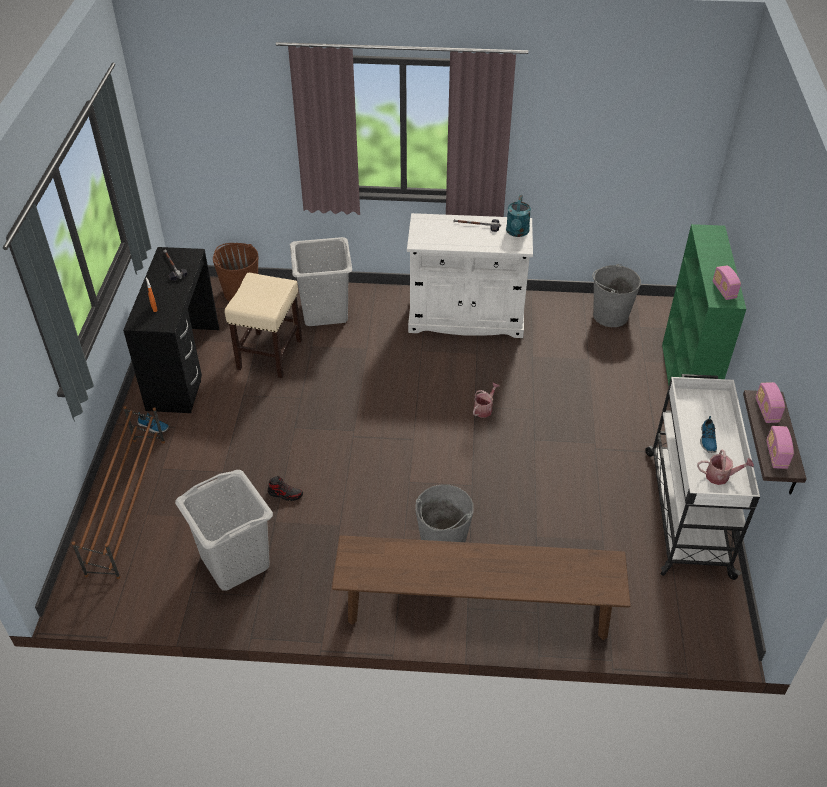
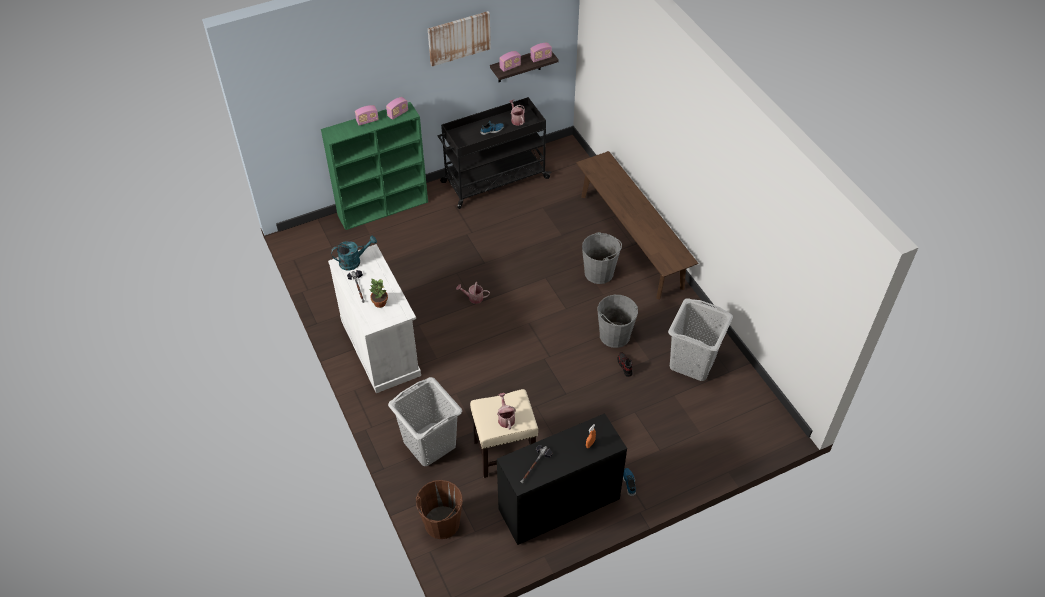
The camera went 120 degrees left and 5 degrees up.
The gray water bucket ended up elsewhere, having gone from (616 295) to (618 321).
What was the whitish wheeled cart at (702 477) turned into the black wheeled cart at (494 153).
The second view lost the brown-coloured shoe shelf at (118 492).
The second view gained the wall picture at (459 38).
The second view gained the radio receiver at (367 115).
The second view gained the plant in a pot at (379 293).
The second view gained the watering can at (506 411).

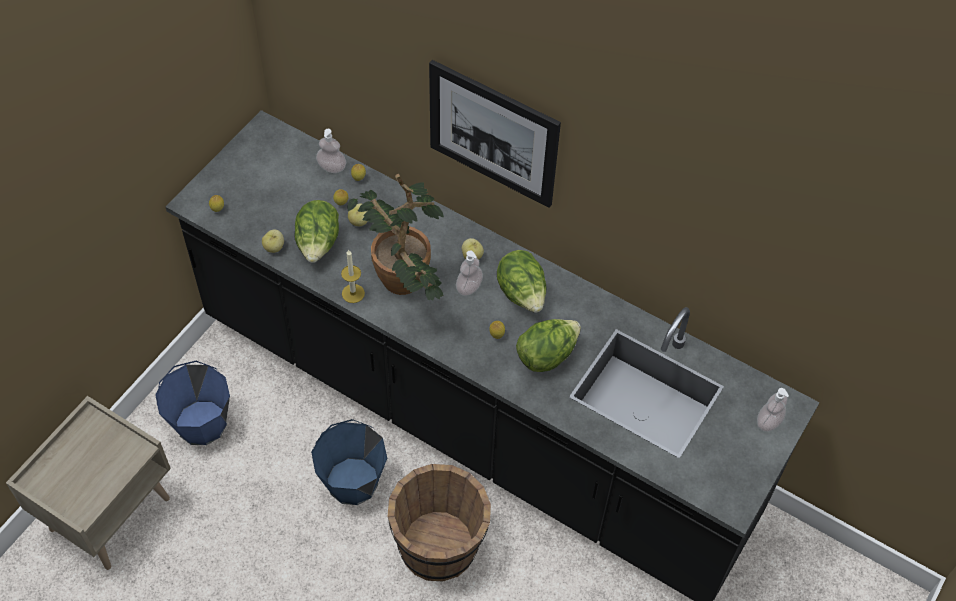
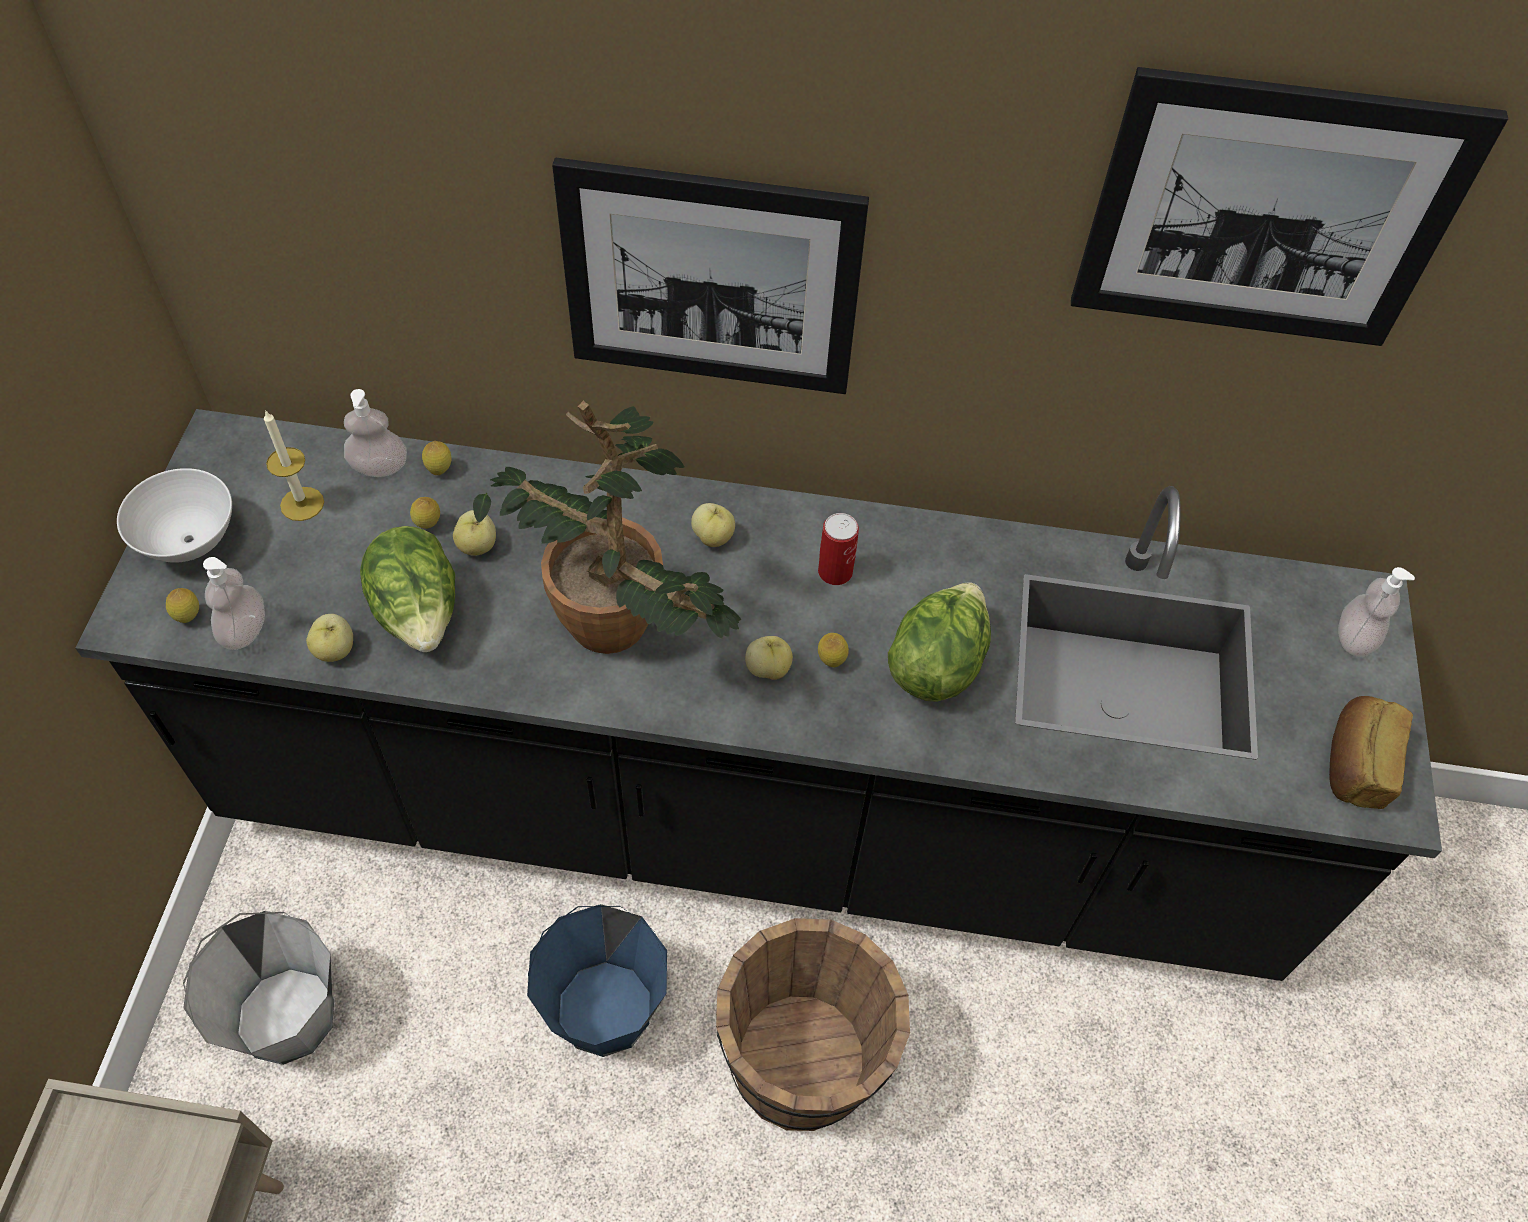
The camera went 25 degrees left and 0 degrees up.
The wax light ended up elsewhere, having gone from (353 276) to (294 465).
Where the lettuce stood at (522 281), the can came to stand at (838 549).
The soap dispenser ended up elsewhere, having gone from (469 273) to (234 603).
What was the blue-coloured water bucket at (192 403) turned into the gray water bucket at (258 988).
The second view gained the wall picture at (1289 206).
The second view gained the whitish deep dish at (174 515).
The second view gained the apple fruit at (769 658).
The second view gained the bread at (1371 752).

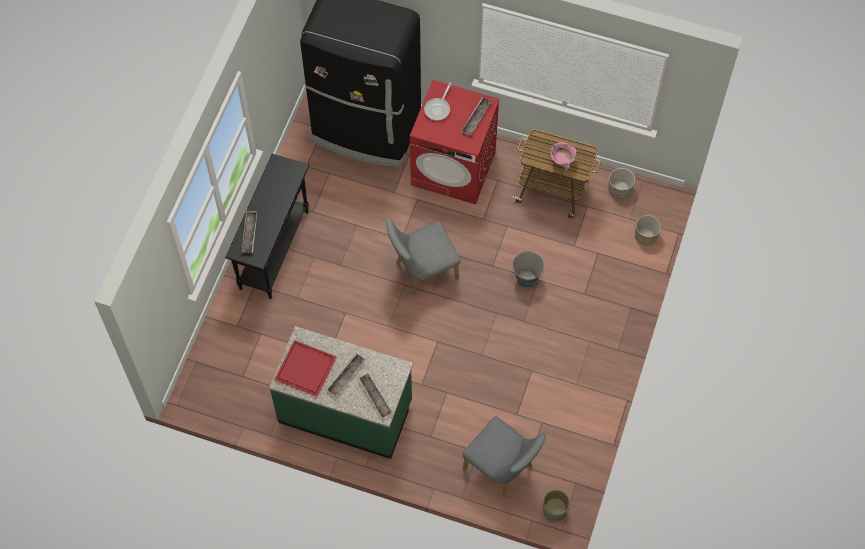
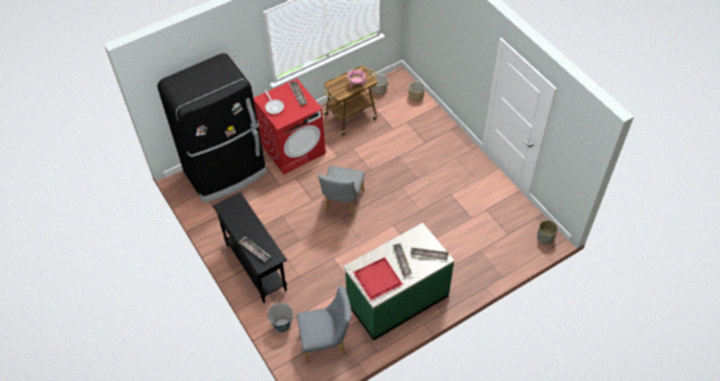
The camera went 50 degrees left and 10 degrees down.
The water bucket ended up elsewhere, having gone from (527 269) to (280 317).
The gray upright chair ended up elsewhere, having gone from (504 457) to (324 324).

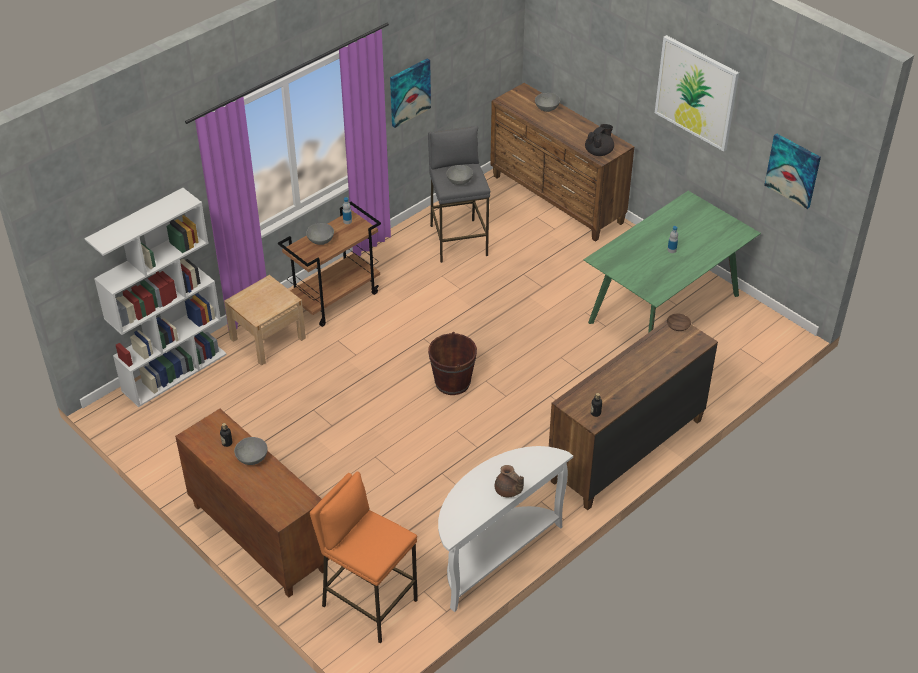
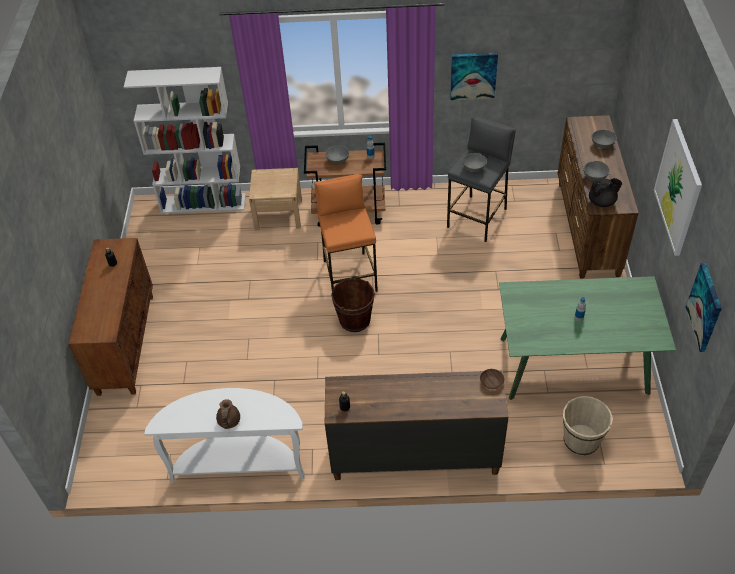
The camera went 45 degrees right and 5 degrees up.
The gray deep dish ended up elsewhere, having gone from (251 451) to (597 171).
The orange sitting stool ended up elsewhere, having gone from (364 558) to (346 233).
The second view gained the beige water bucket at (587 426).

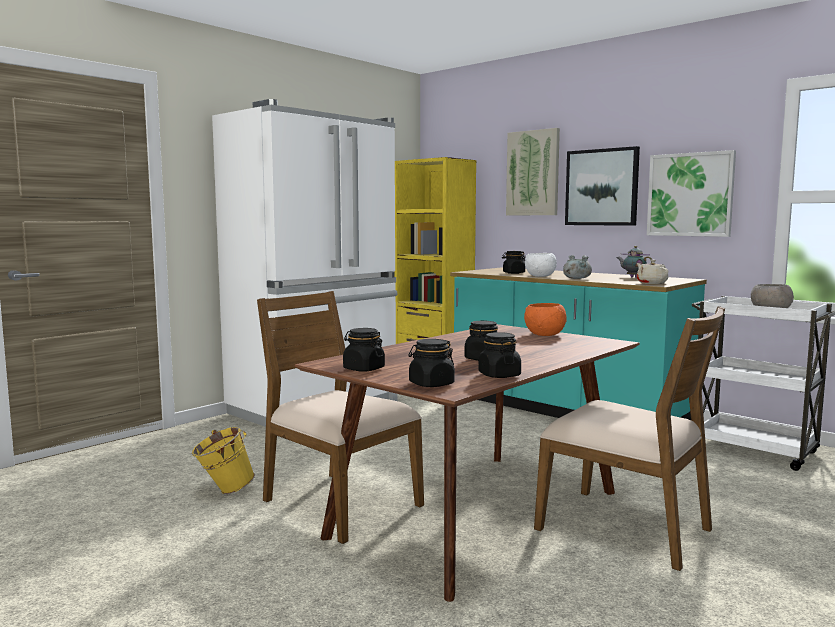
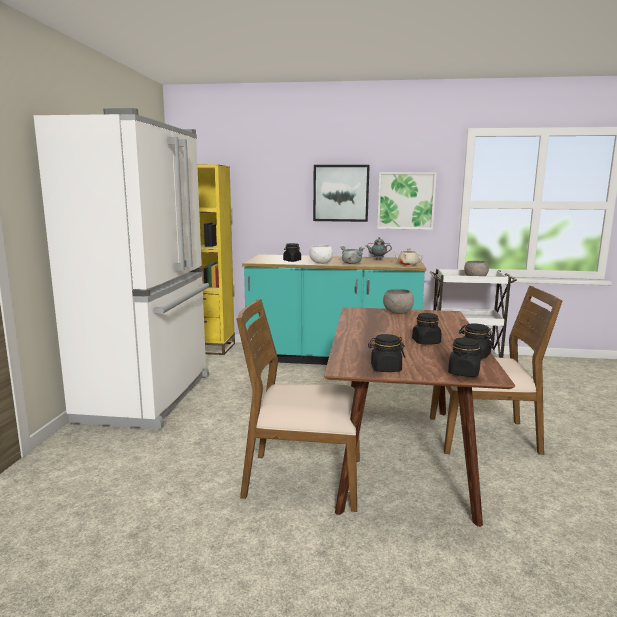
The camera went 35 degrees left and 5 degrees up.
The second view lost the wall picture at (533 171).
What was the orange deep dish at (545 319) turned into the gray deep dish at (398 301).
The second view lost the yellow-coloured water bucket at (223 460).

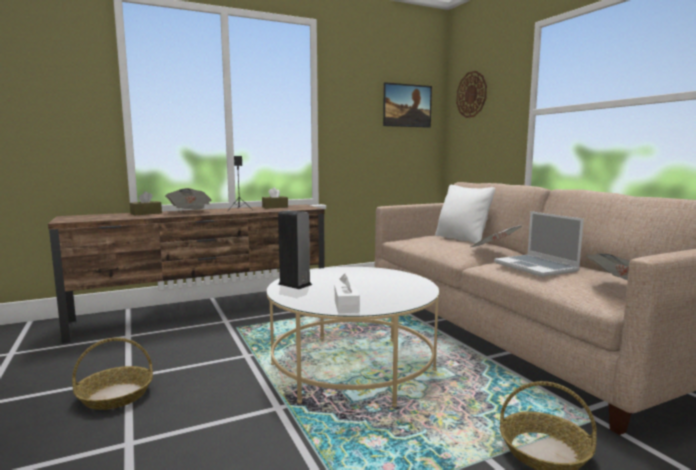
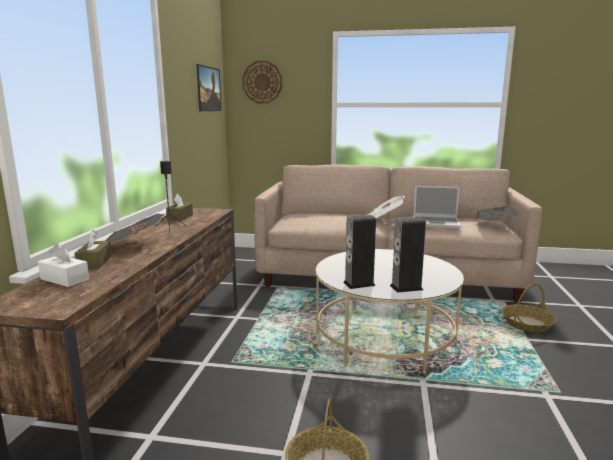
The camera went 55 degrees left and 5 degrees up.
The second view lost the whitish cushion at (465 214).
The whitish tissue box ended up elsewhere, having gone from (347 293) to (63 265).
The second view gained the speaker at (408 255).

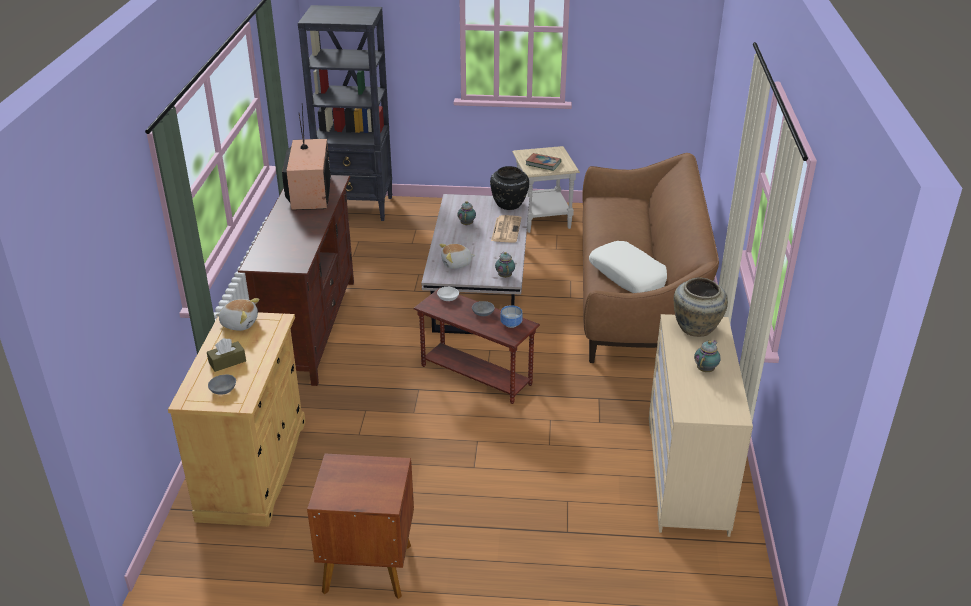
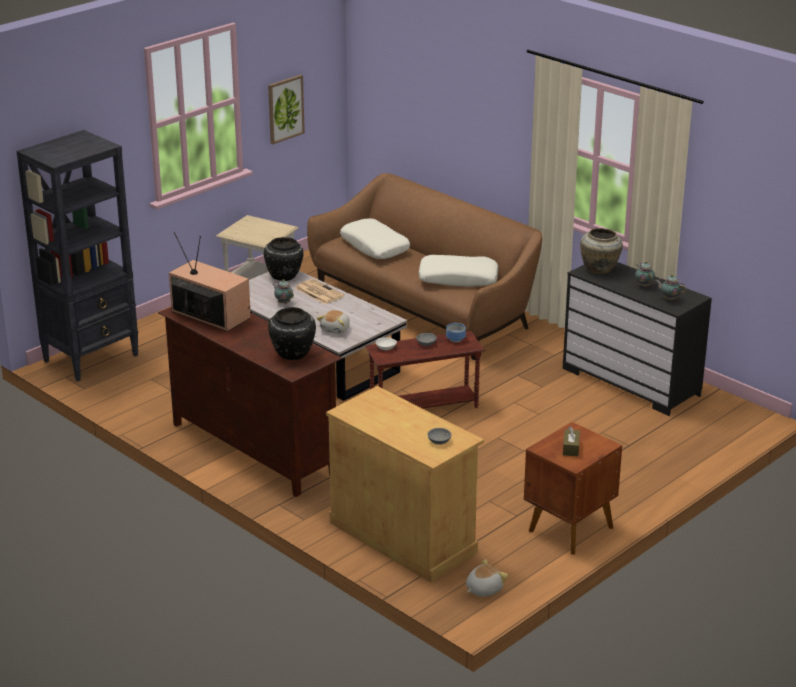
The camera went 50 degrees left and 5 degrees down.
The second view lost the bound book at (543 162).
The tea pot ended up elsewhere, having gone from (505 265) to (670 287).
The plush toy ended up elsewhere, having gone from (238 314) to (487 578).
What was the beige drawer chest at (701 425) turned into the black drawer chest at (637 339).
The brown-coloured tissue box ended up elsewhere, having gone from (226 355) to (571 441).
The second view gained the wall picture at (286 109).
The second view gained the whitish cushion at (375 239).
The second view gained the black decorative vase at (292 333).

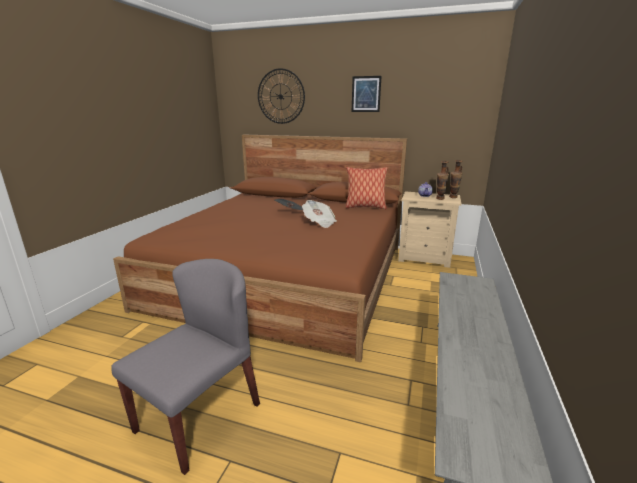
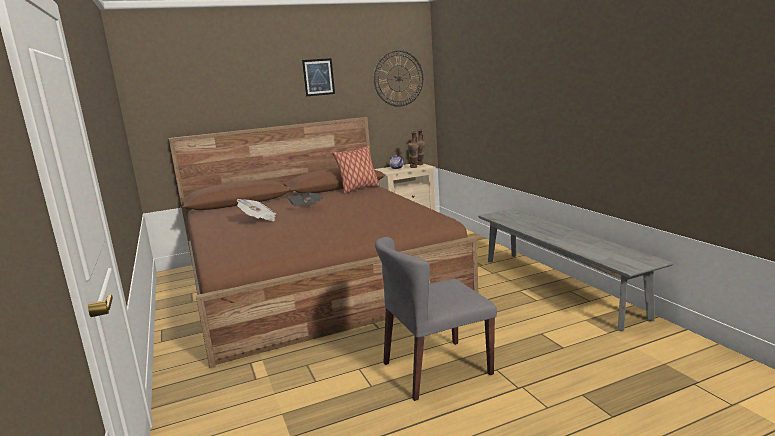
The camera went 40 degrees left and 5 degrees down.
The wall clock ended up elsewhere, having gone from (281 96) to (398 78).
The daily paper ended up elsewhere, having gone from (319 214) to (256 210).
The gray upright chair at (185 367) ended up facing another way, 105 degrees counterclockwise from before.

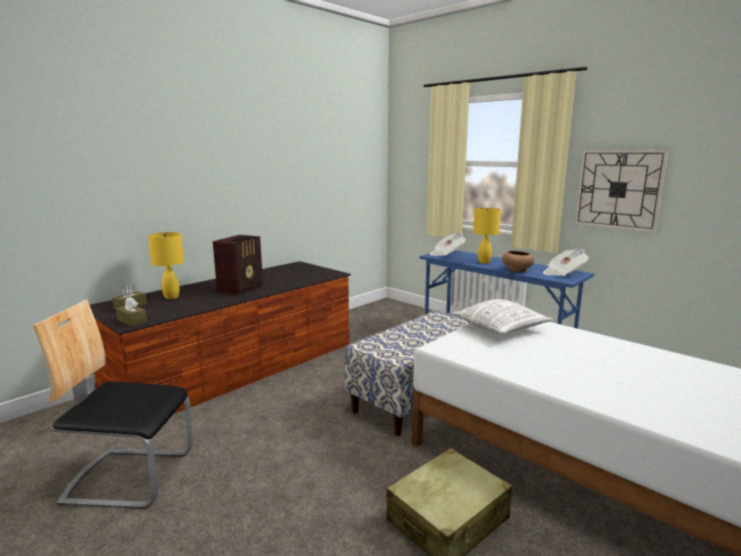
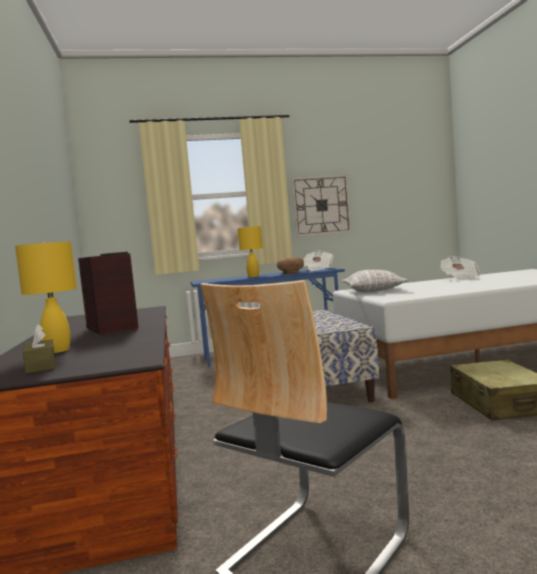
The camera went 55 degrees left and 10 degrees down.
The daily paper ended up elsewhere, having gone from (448 244) to (460 268).
The second view lost the brown-coloured tissue box at (131 311).

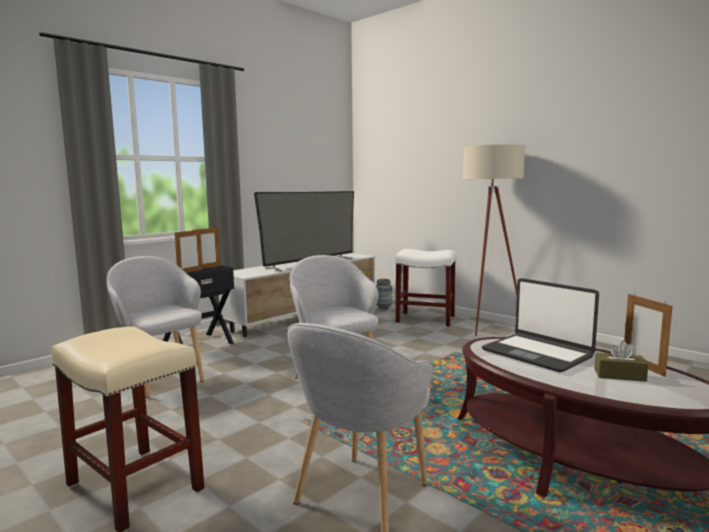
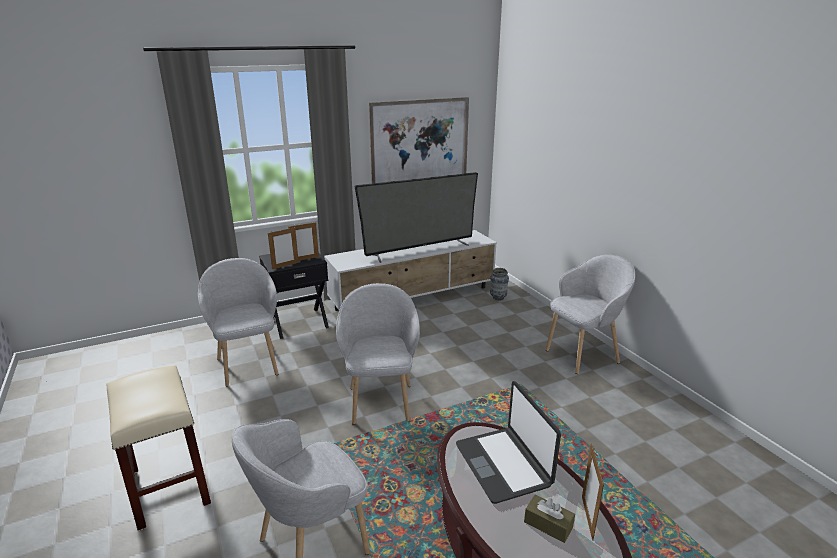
The camera went 20 degrees right and 15 degrees up.
Where the beige standing lamp stood at (494 240), the gray armchair came to stand at (591 314).
The second view lost the whitish sitting stool at (425 288).
The second view gained the wall picture at (419 140).

